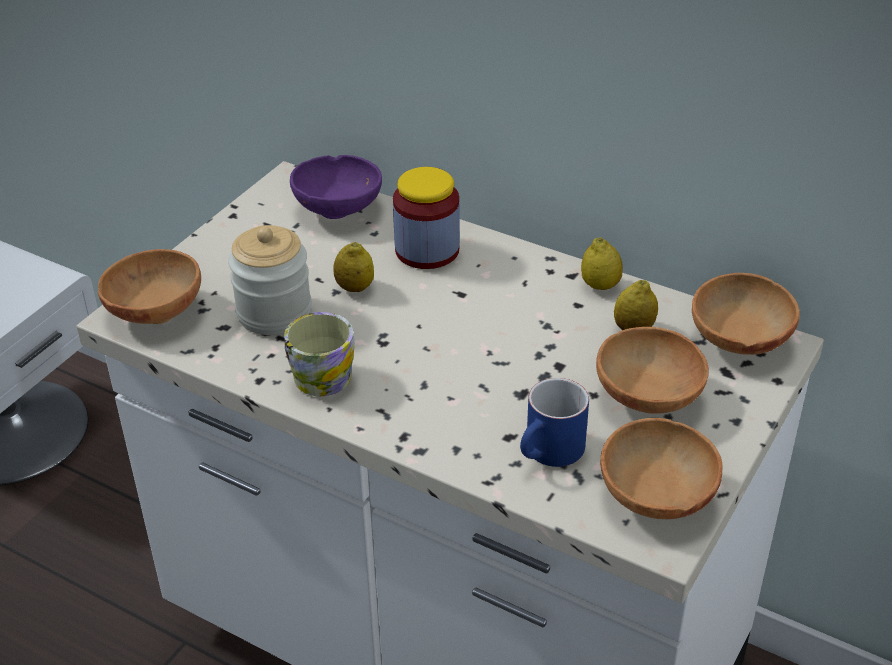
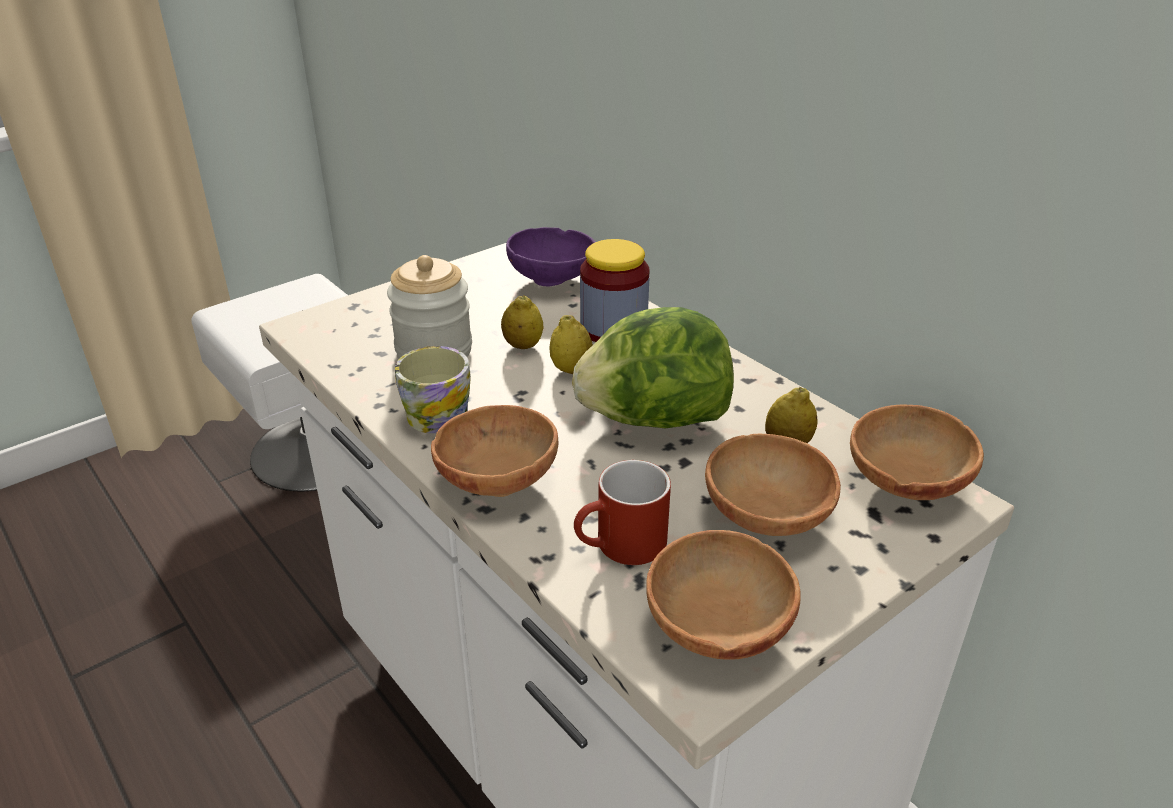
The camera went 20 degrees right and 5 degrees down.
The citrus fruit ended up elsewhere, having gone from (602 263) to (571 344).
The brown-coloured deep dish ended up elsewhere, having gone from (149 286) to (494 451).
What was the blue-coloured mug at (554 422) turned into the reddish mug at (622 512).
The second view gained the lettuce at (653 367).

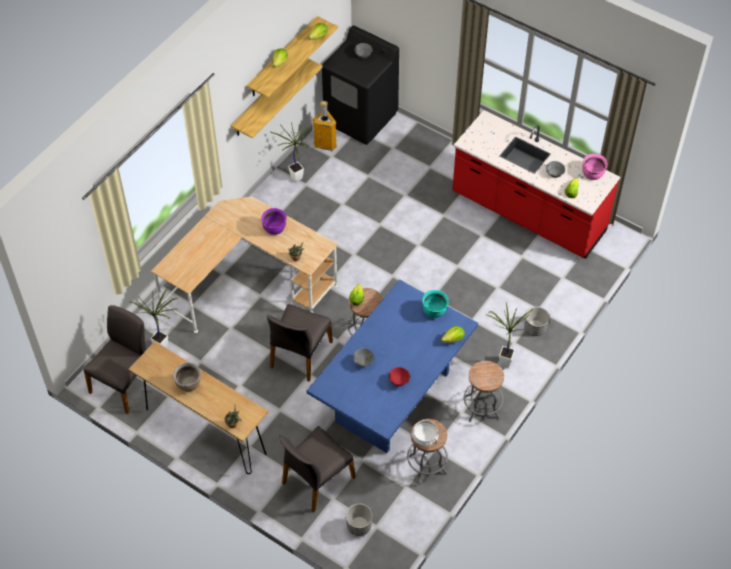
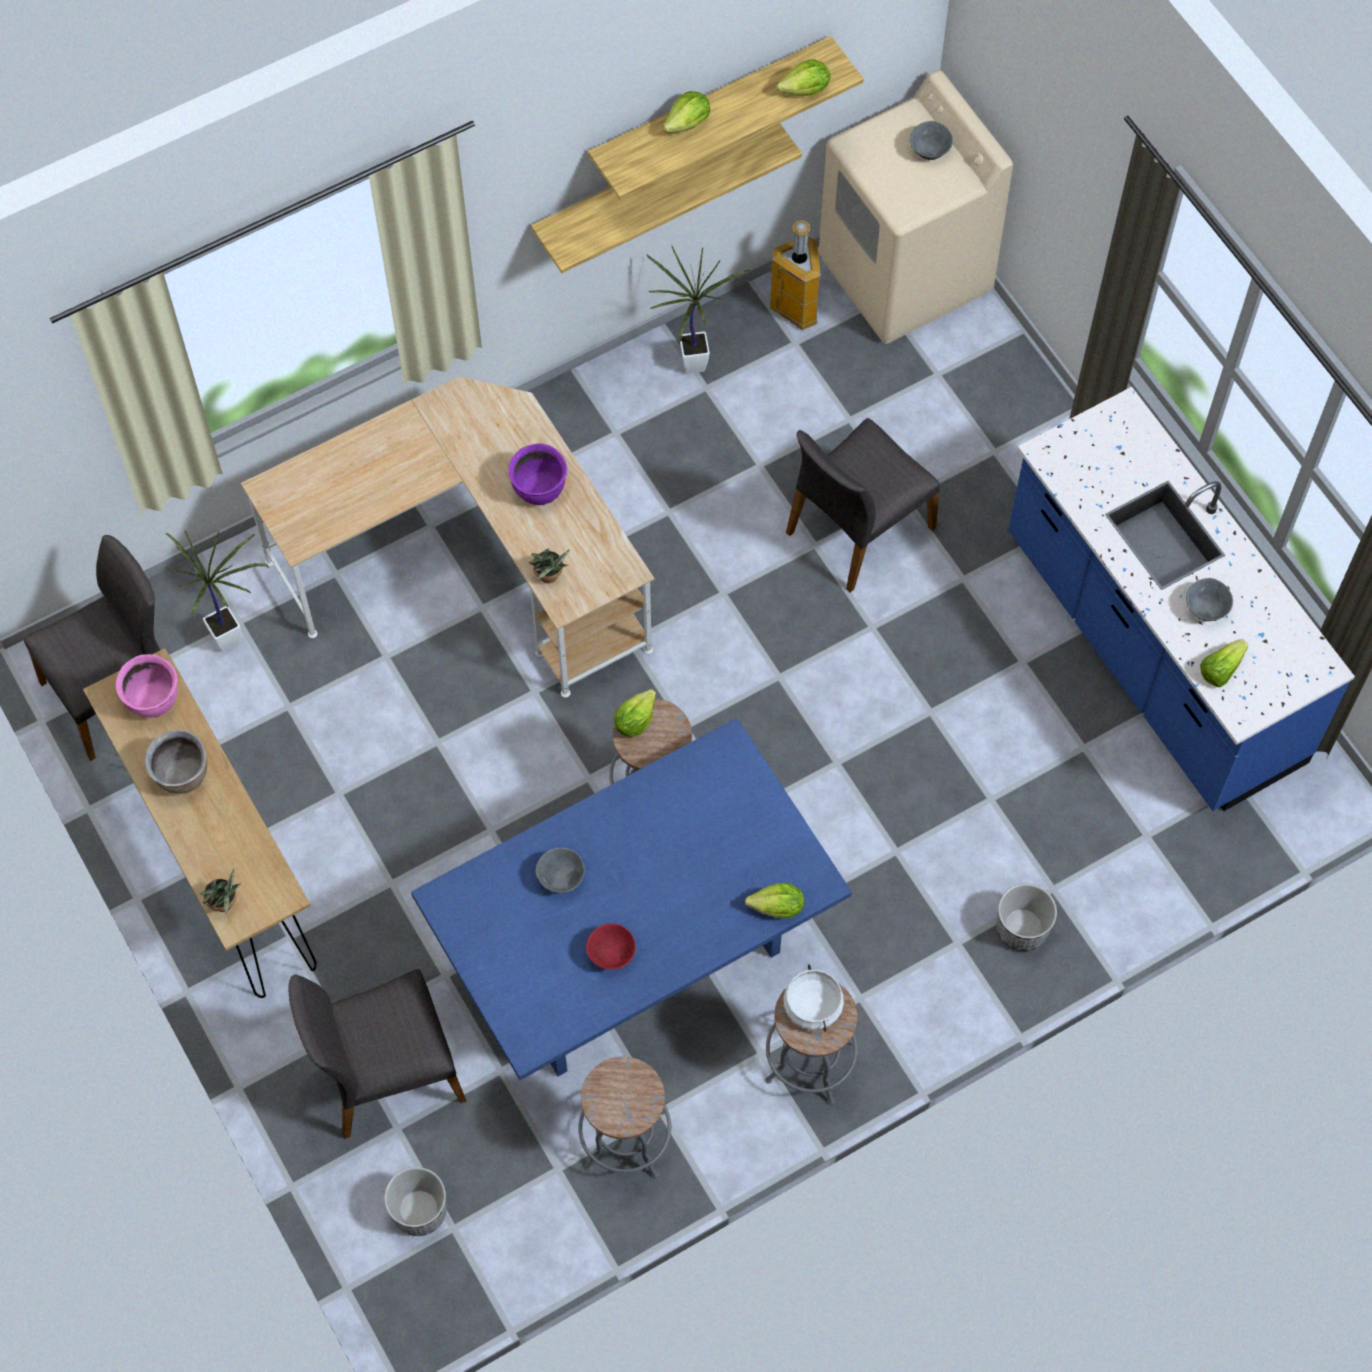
The camera went 25 degrees right and 10 degrees up.
What was the black laundry machine at (360 85) turned into the beige laundry machine at (916 207).
What was the reddish kitchen base unit at (536 184) turned into the blue-coloured kitchen base unit at (1181 599).
The pinkish cooking pot ended up elsewhere, having gone from (595 167) to (146 686).
The second view lost the turquoise-coloured cooking pot at (435 304).
The second view lost the plant in a pot at (509 334).
The gray upright chair ended up elsewhere, having gone from (300 343) to (863 505).
The whitish cooking pot ended up elsewhere, having gone from (425 433) to (813 997).

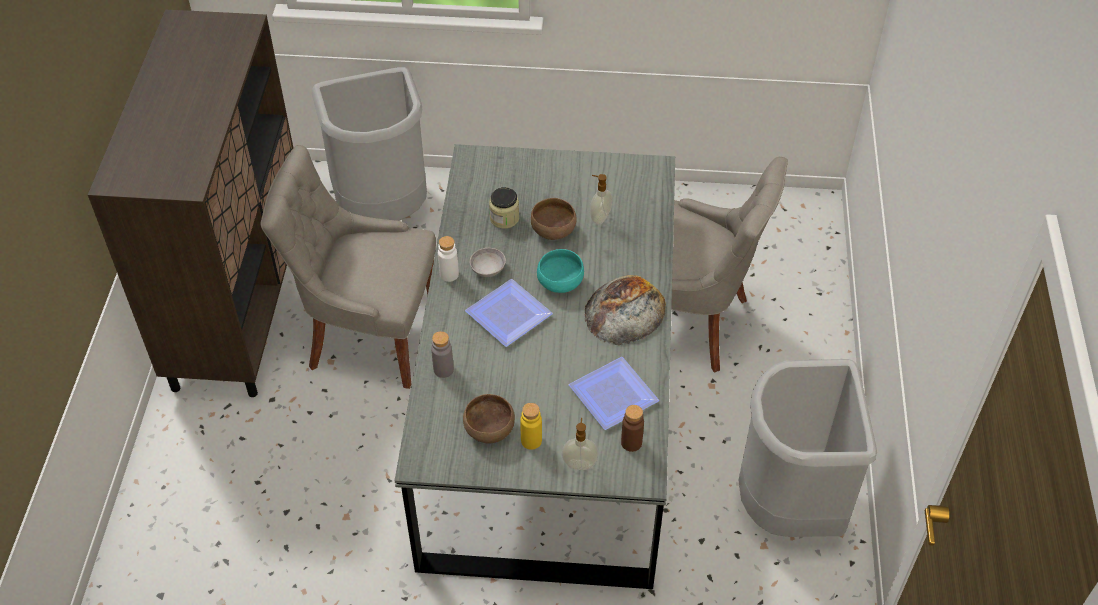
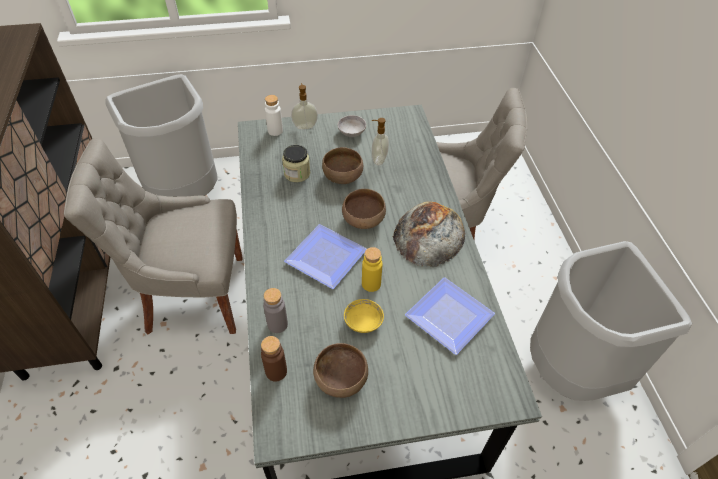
The camera went 15 degrees left and 0 degrees up.
The whitish drink bottle ended up elsewhere, having gone from (448 259) to (274 115).
The gray deep dish ended up elsewhere, having gone from (488 262) to (351 126).
What was the turquoise-coloured deep dish at (560 271) turned into the brown-coloured deep dish at (364 209).
The yellow-coloured drink bottle ended up elsewhere, having gone from (531 426) to (372 269).
The brown-coloured drink bottle ended up elsewhere, having gone from (632 428) to (274 358).
The soap dispenser ended up elsewhere, having gone from (580 444) to (304 106).
The second view gained the yellow-coloured deep dish at (364 316).

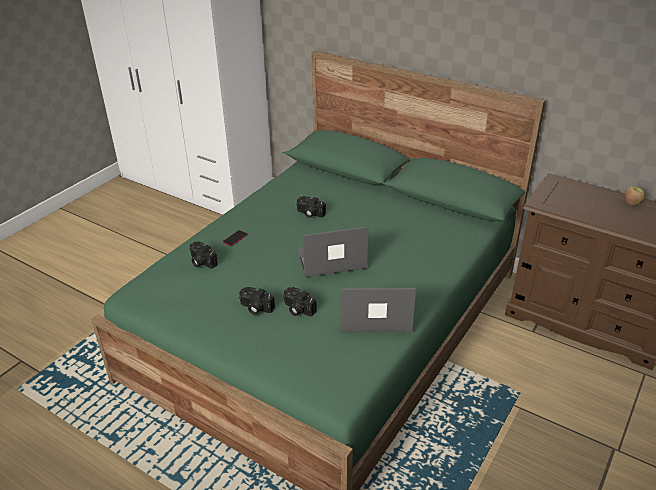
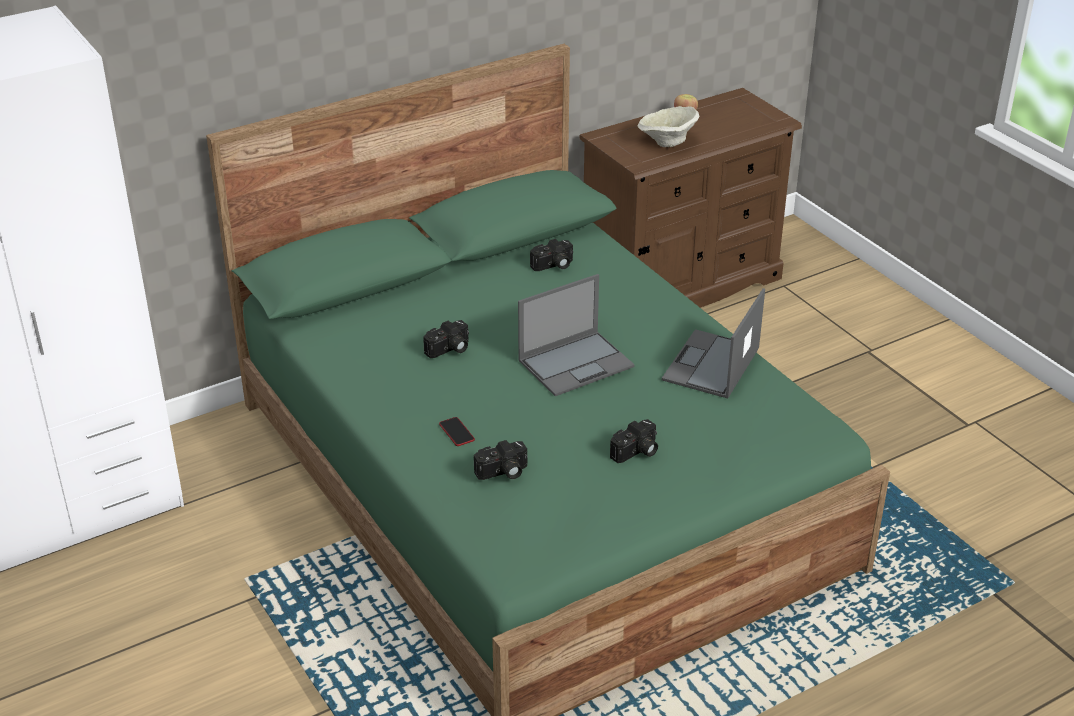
The camera went 65 degrees left and 0 degrees up.
The notebook computer at (332 251) ended up facing another way, 135 degrees counterclockwise from before.
The photo camera ended up elsewhere, having gone from (300 302) to (551 255).
The second view gained the beige deep dish at (668 126).

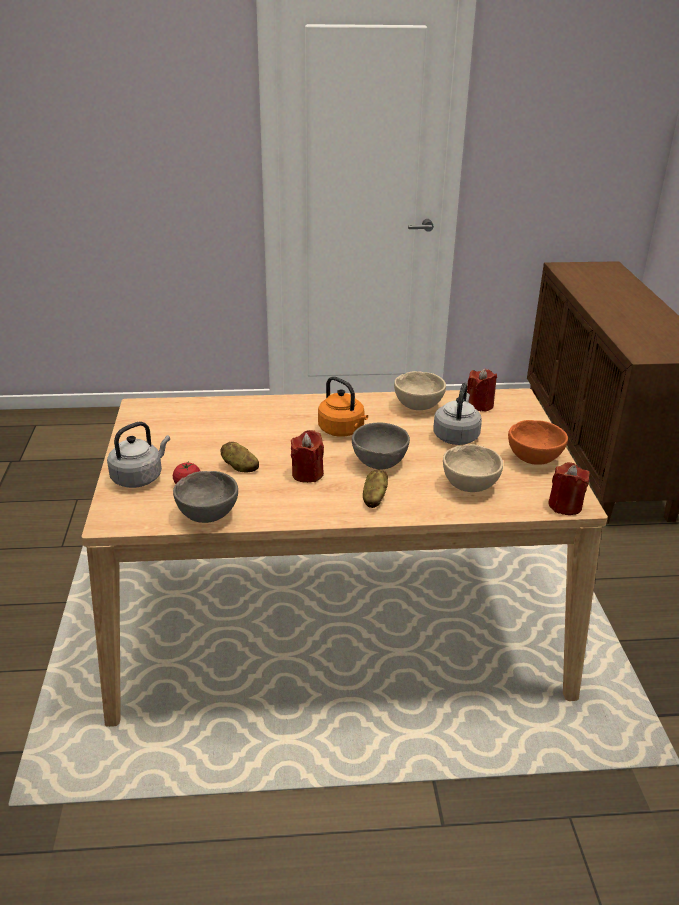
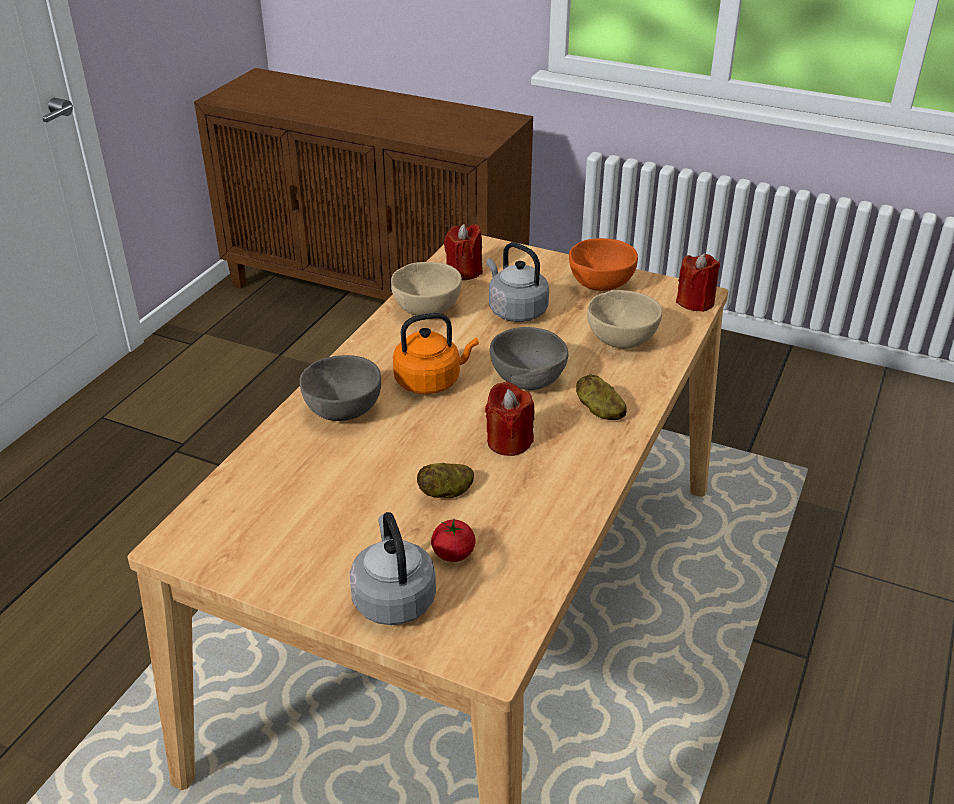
The camera went 60 degrees left and 5 degrees up.
The gray deep dish ended up elsewhere, having gone from (205 497) to (340 388).

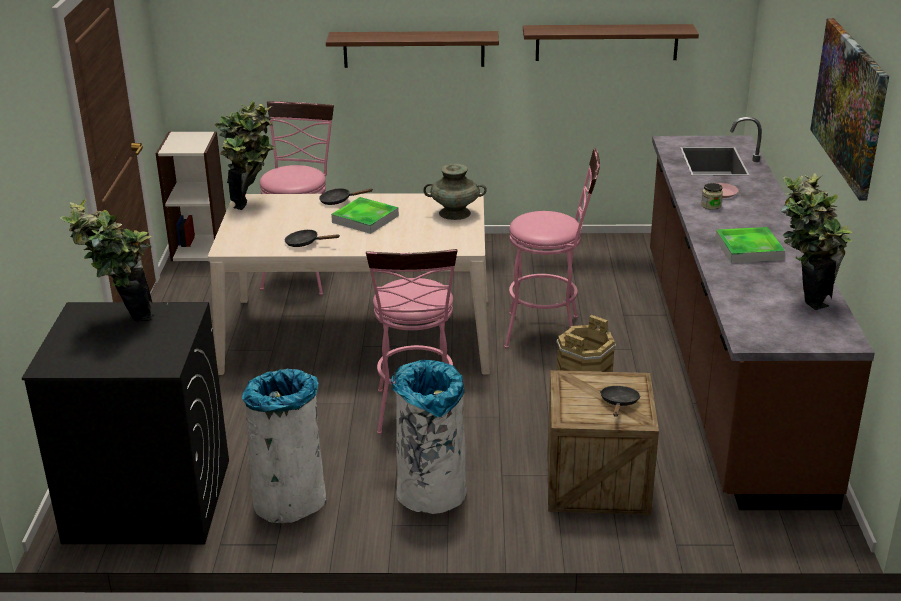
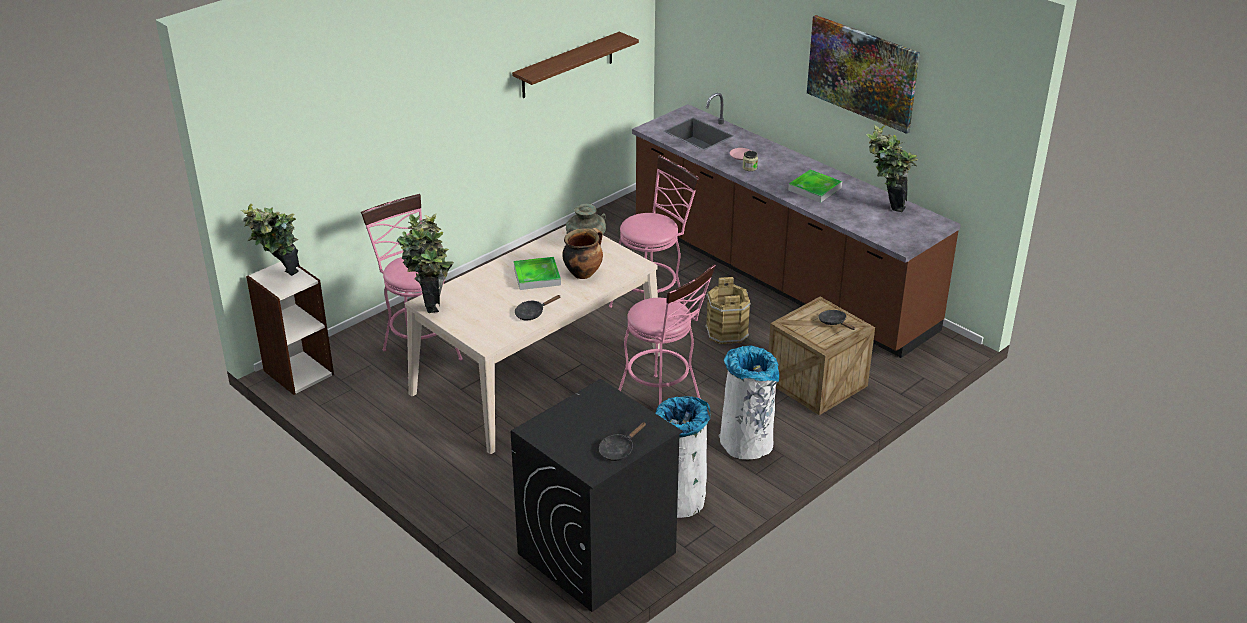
The camera went 45 degrees left and 5 degrees up.
The second view lost the shelf at (412 49).
The black frying pan ended up elsewhere, having gone from (345 196) to (622 441).
The plant in a pot ended up elsewhere, having gone from (106 260) to (270 240).
The second view gained the cooking pot at (582 253).

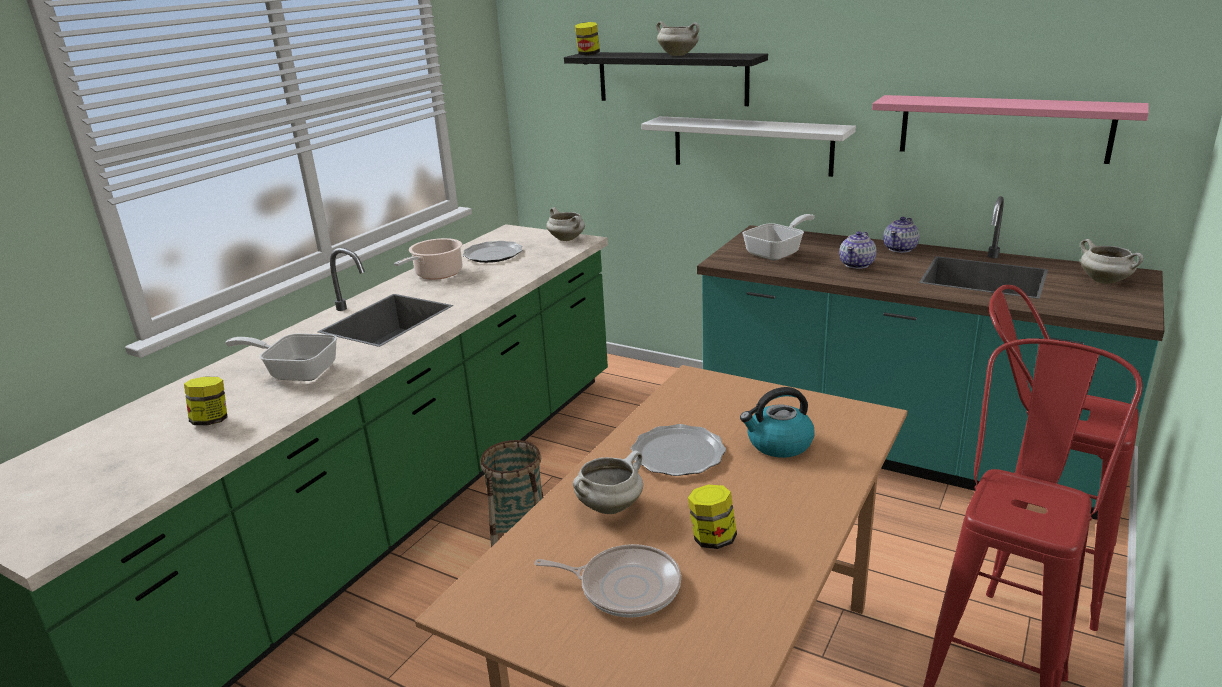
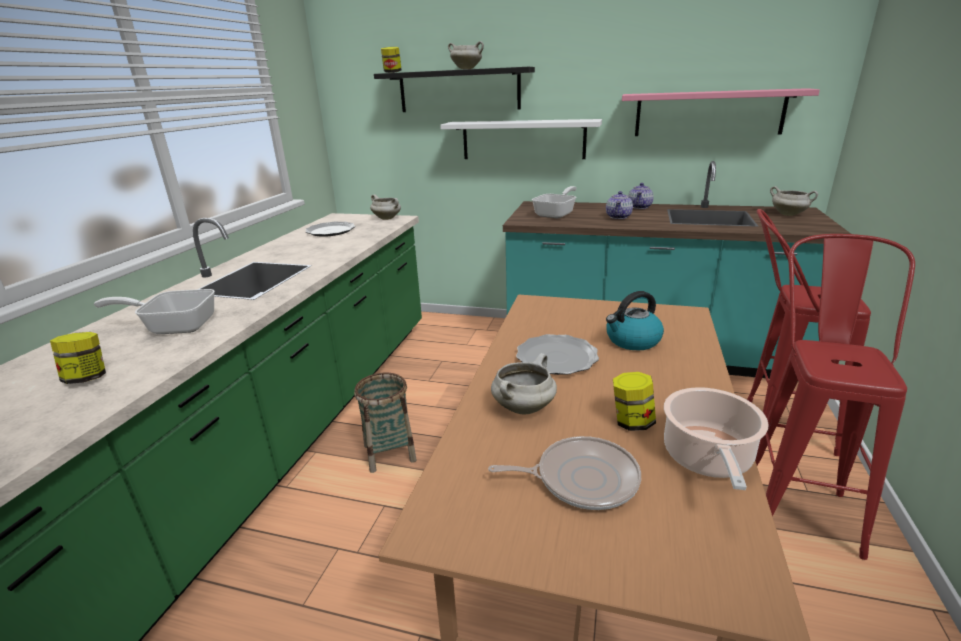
The camera went 15 degrees left and 0 degrees up.
The cooking pot ended up elsewhere, having gone from (428 259) to (716 438).

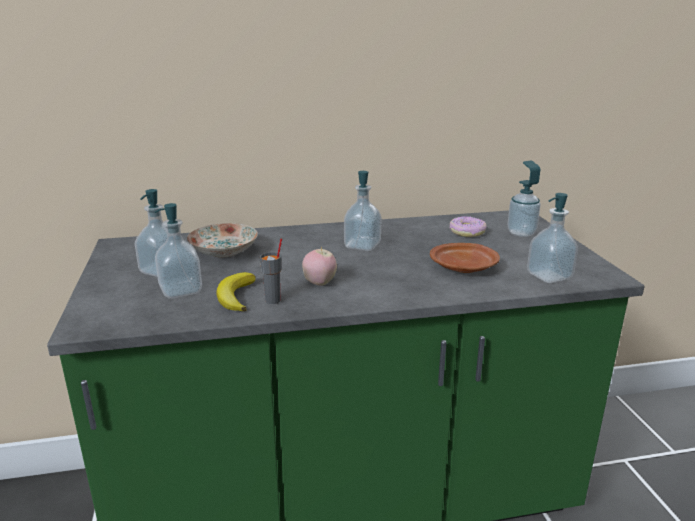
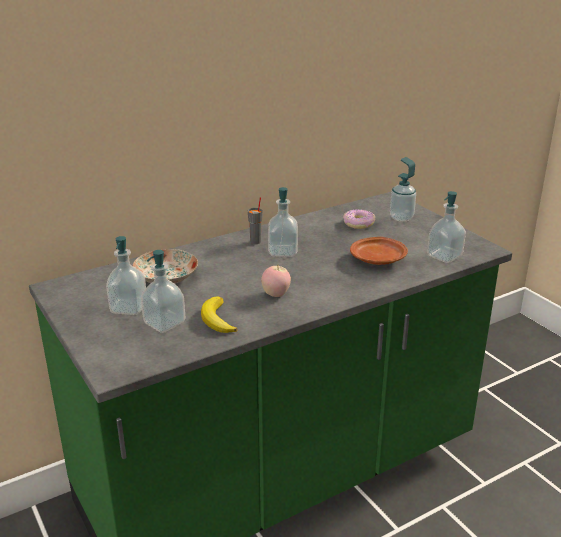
The camera went 20 degrees left and 5 degrees up.
The gray cup ended up elsewhere, having gone from (271 271) to (255 220).

